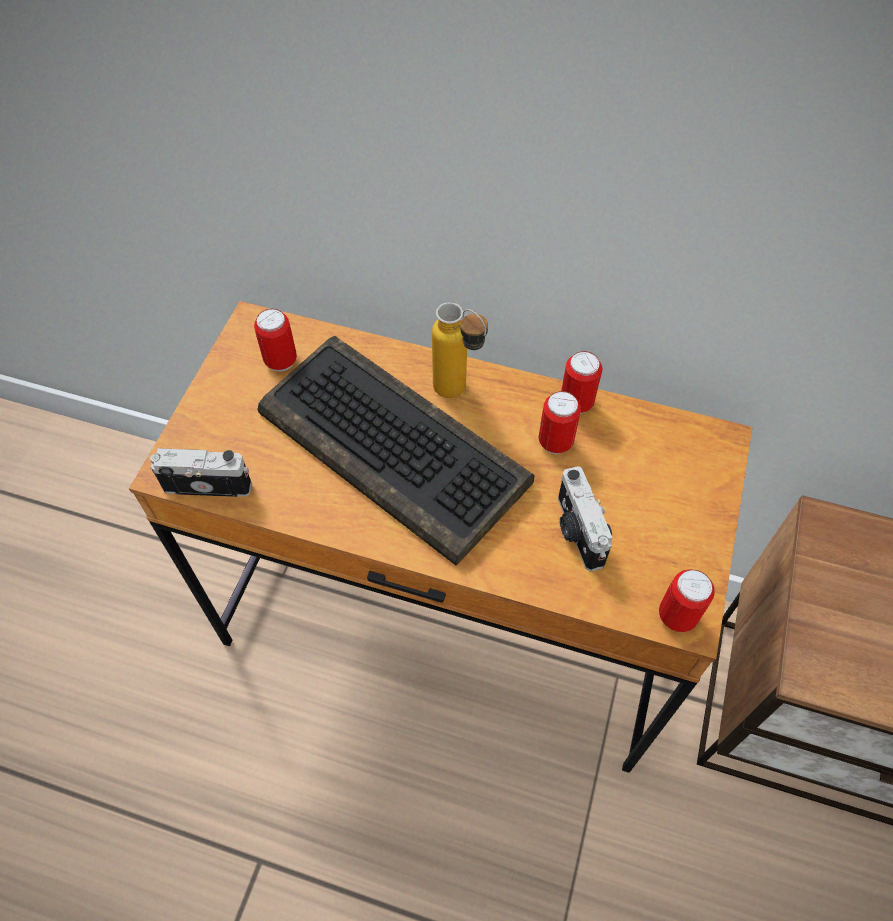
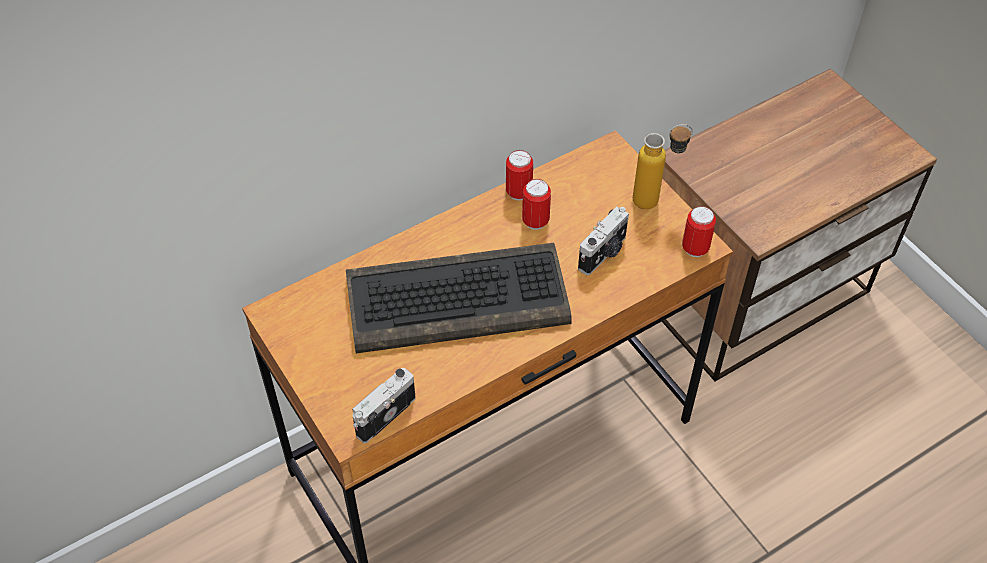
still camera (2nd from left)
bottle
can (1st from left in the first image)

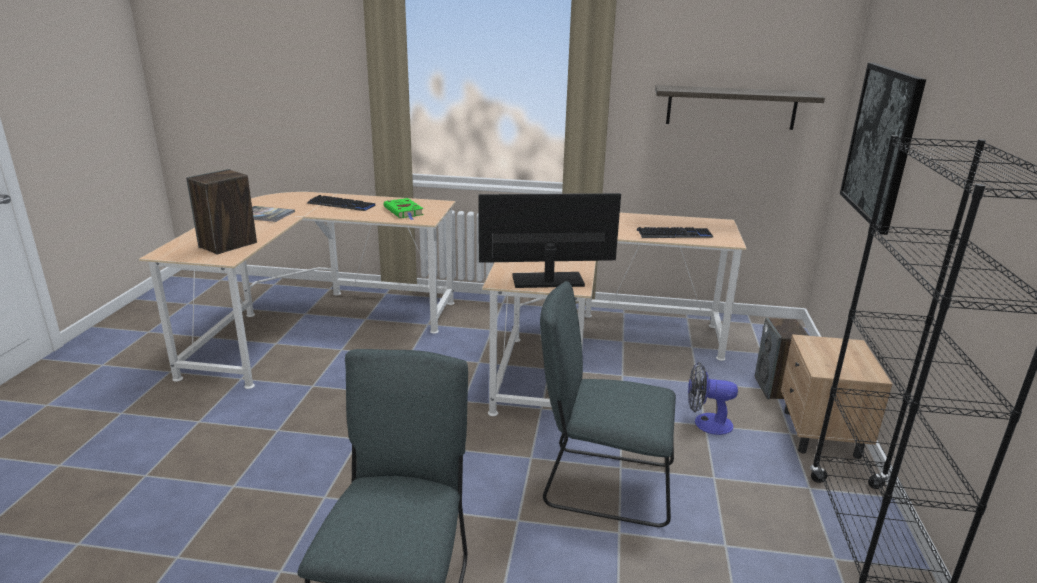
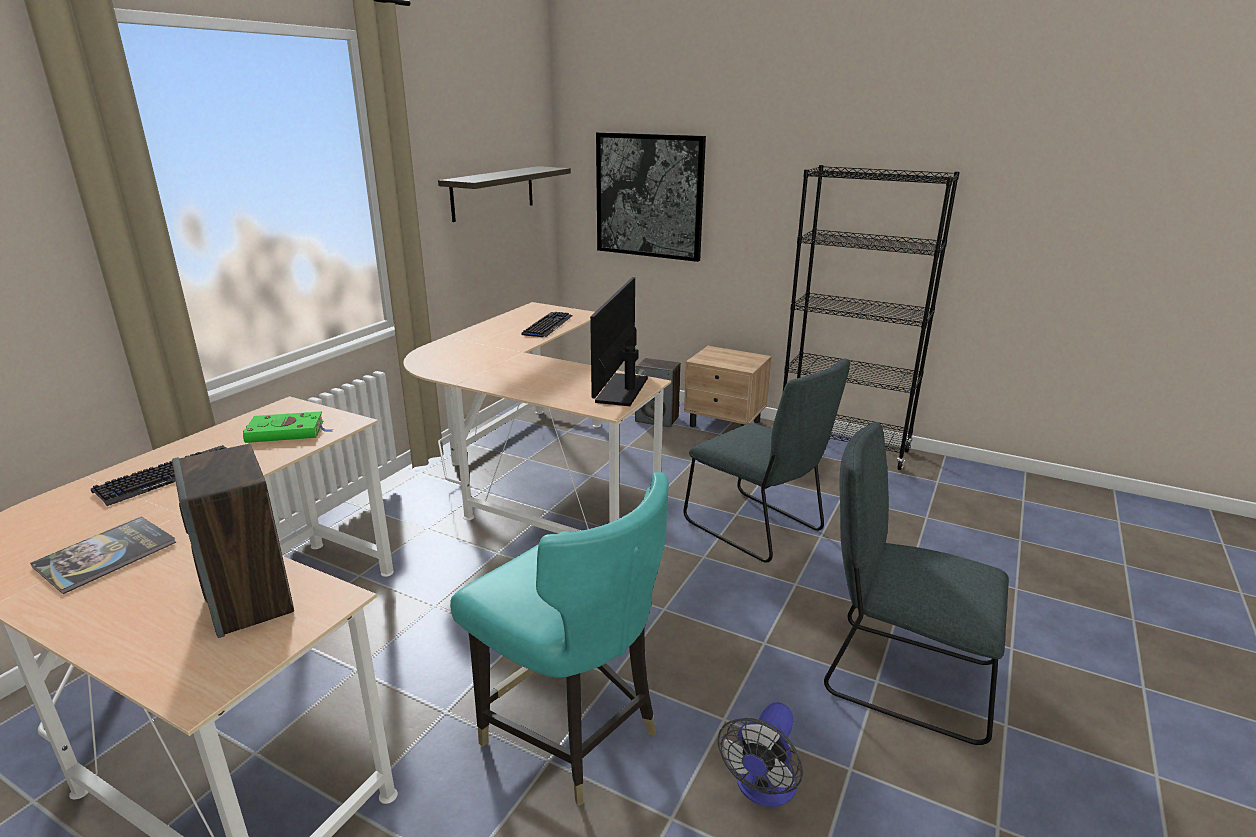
chair (blue-green)
chair (greyish) (1st from left)
cooling fan

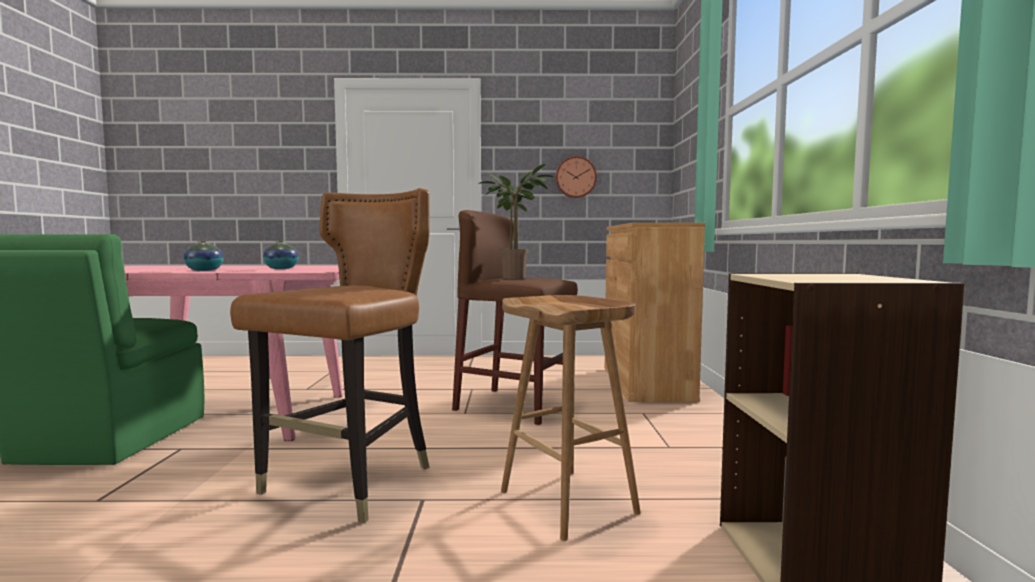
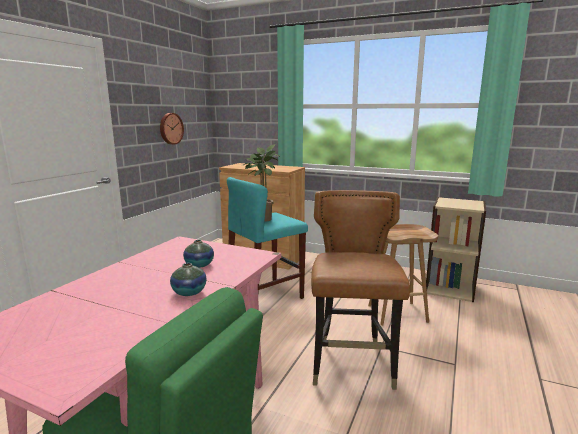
sitting stool (blue-green)
chair (brown-coloured)

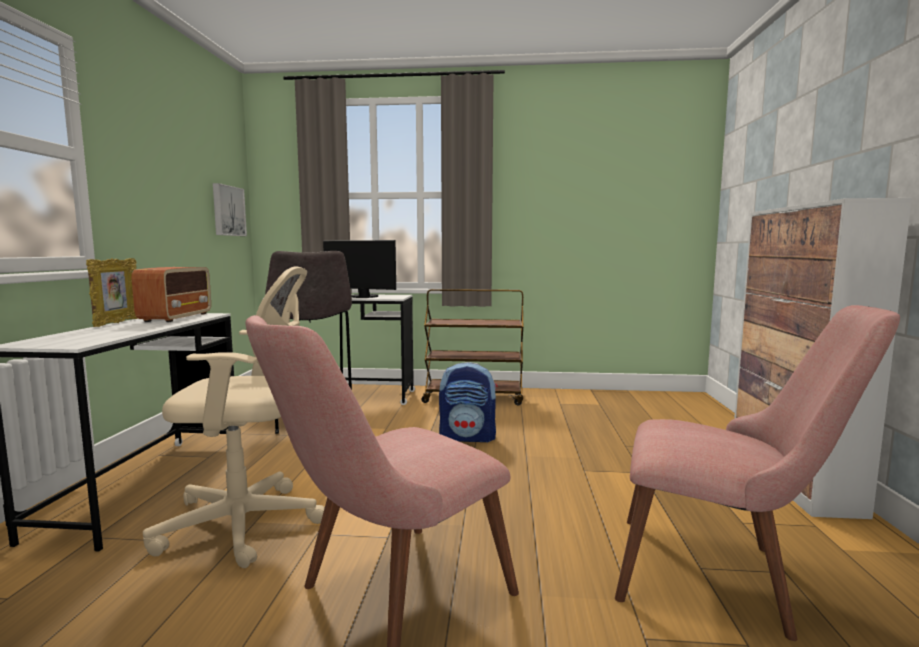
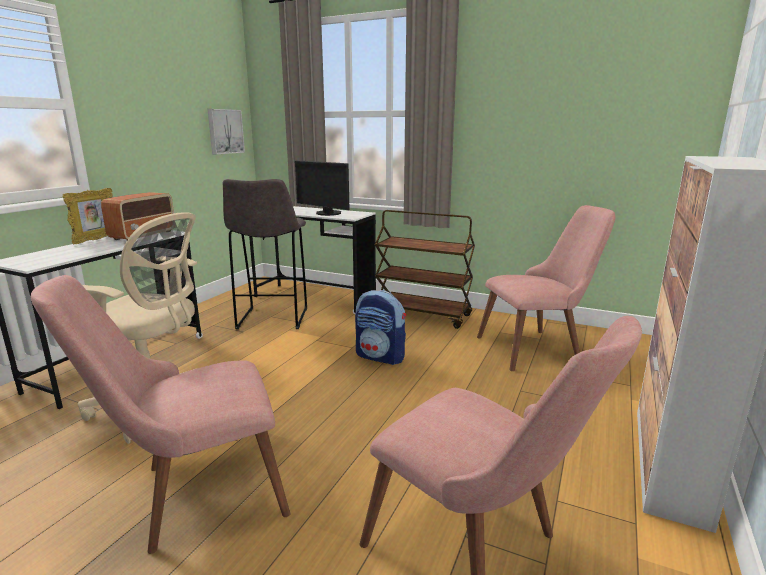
chair (pink) (3rd from left)

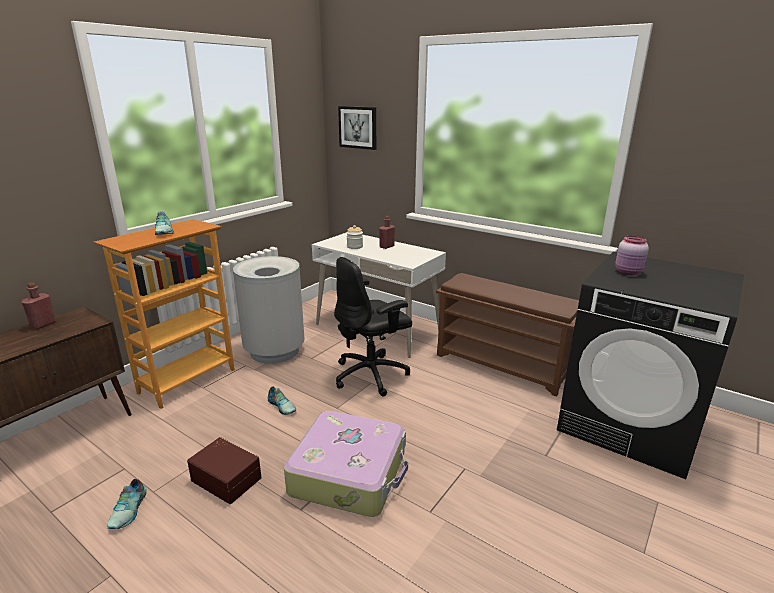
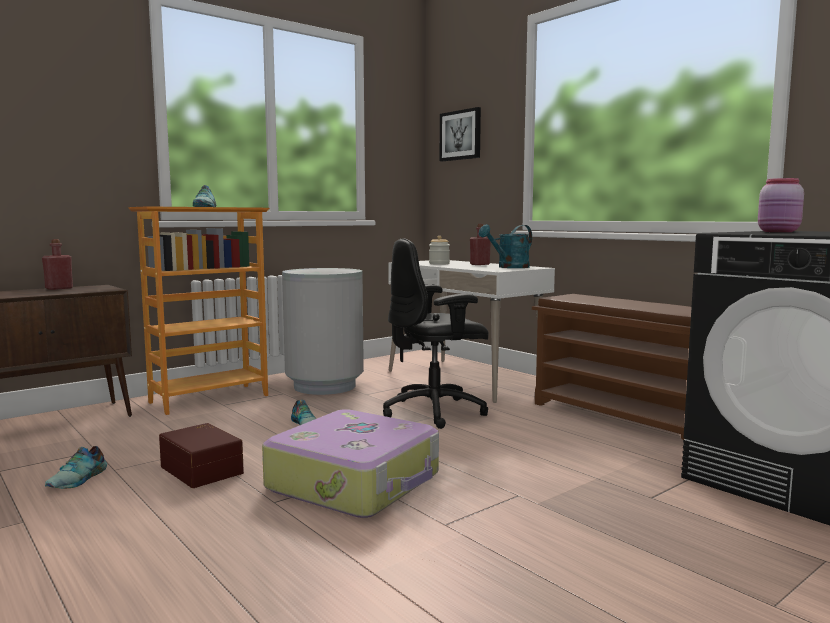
sprinkling can (blue-green)

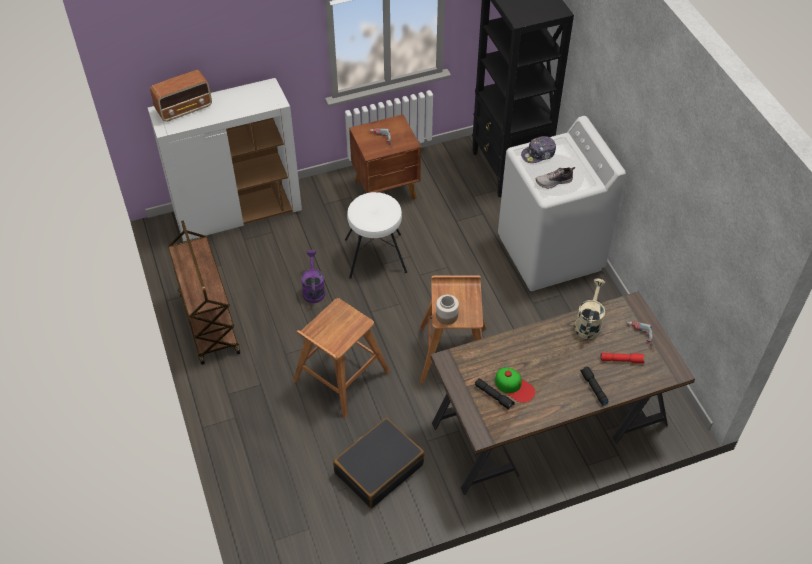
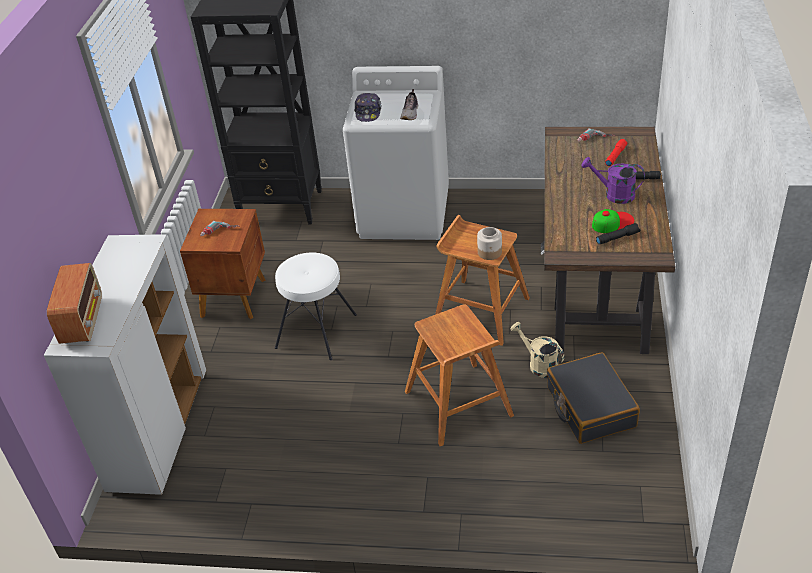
sprinkling can (beige-coloured)
sprinkling can (purplish)
cart (brown-coloured)

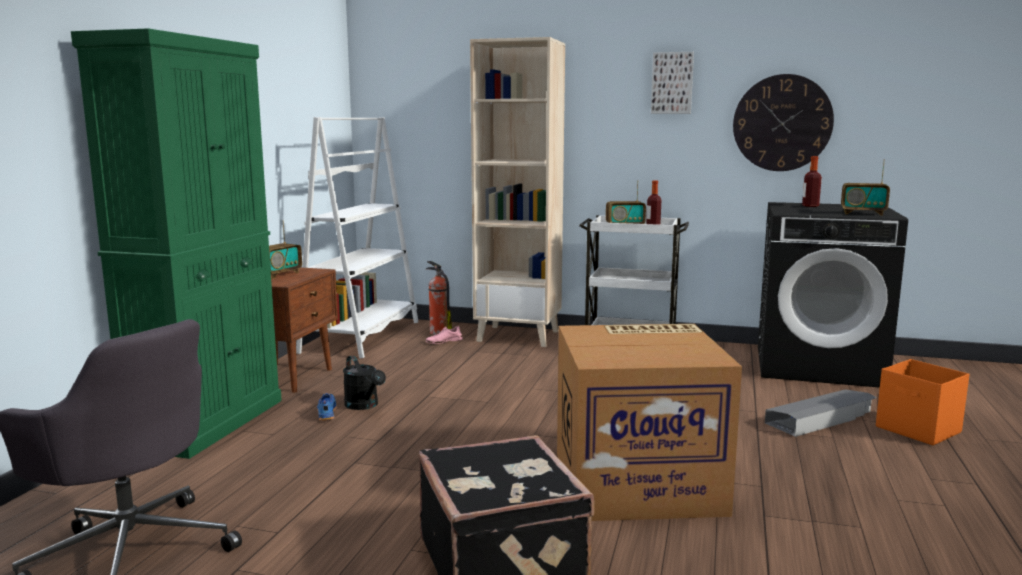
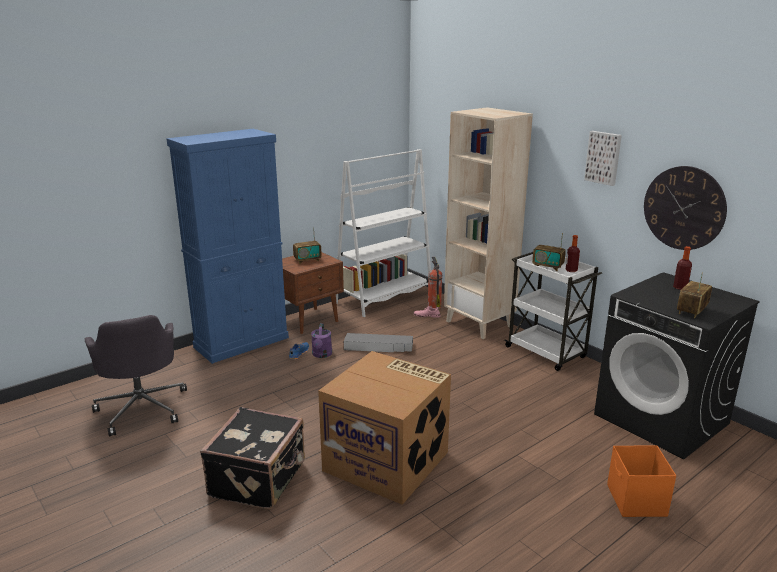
cabinet (blue-coloured)
sprinkling can (purplish)
storage container (greyish)
radio set (3rd from left)

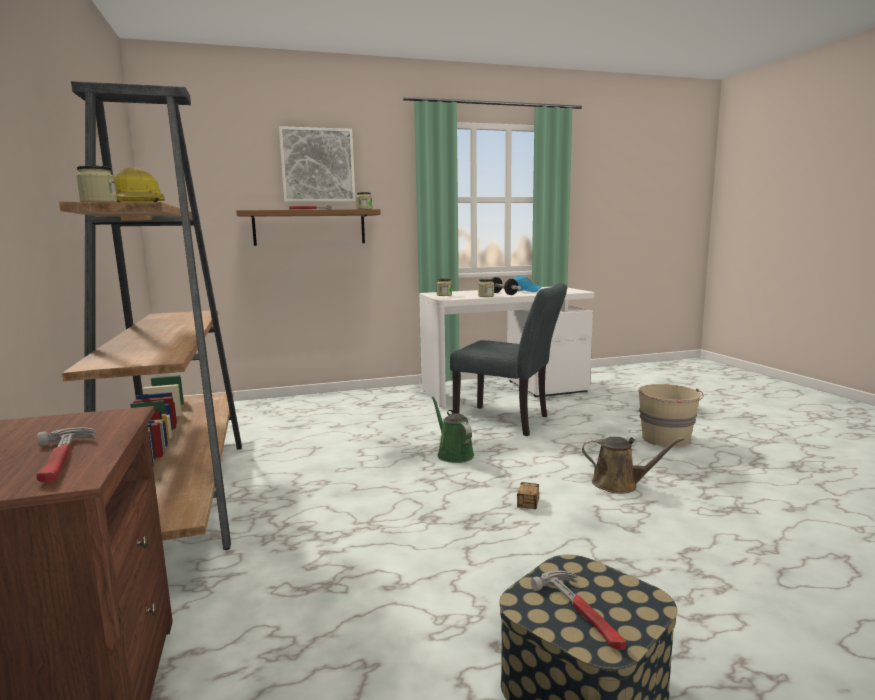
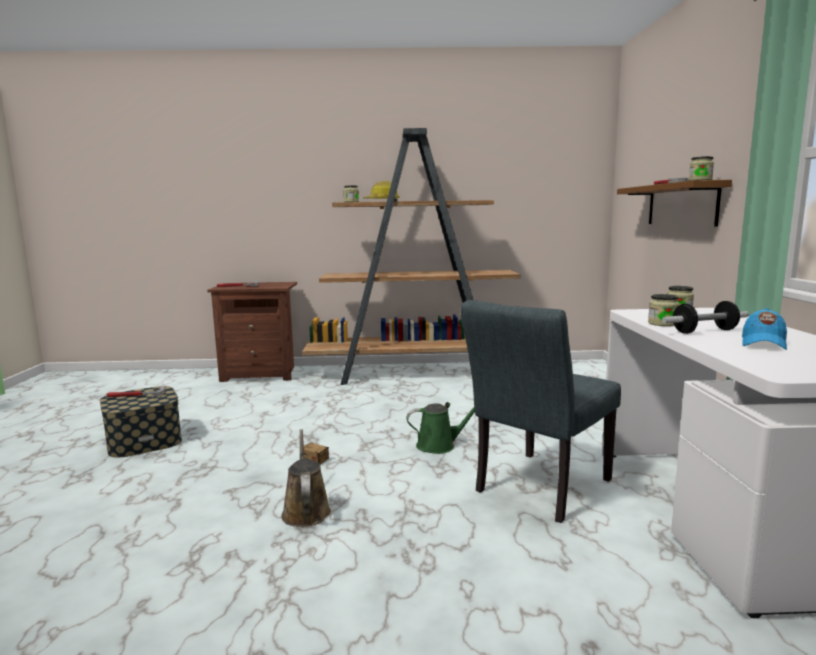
sprinkling can (brown-coloured)
wall art
pail (beige-coloured)

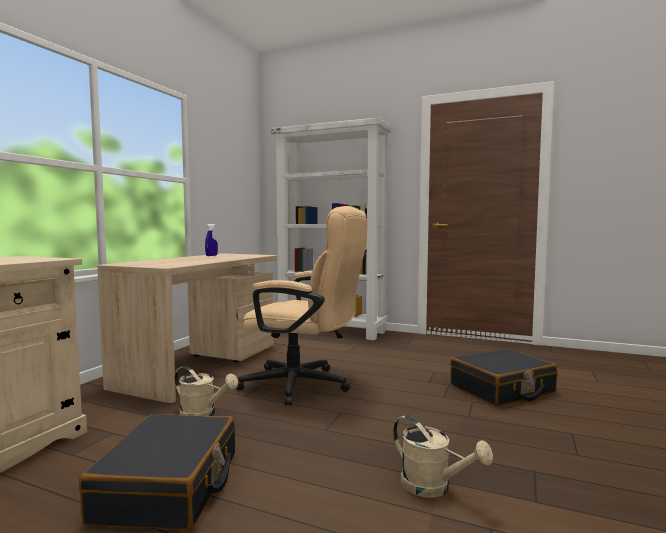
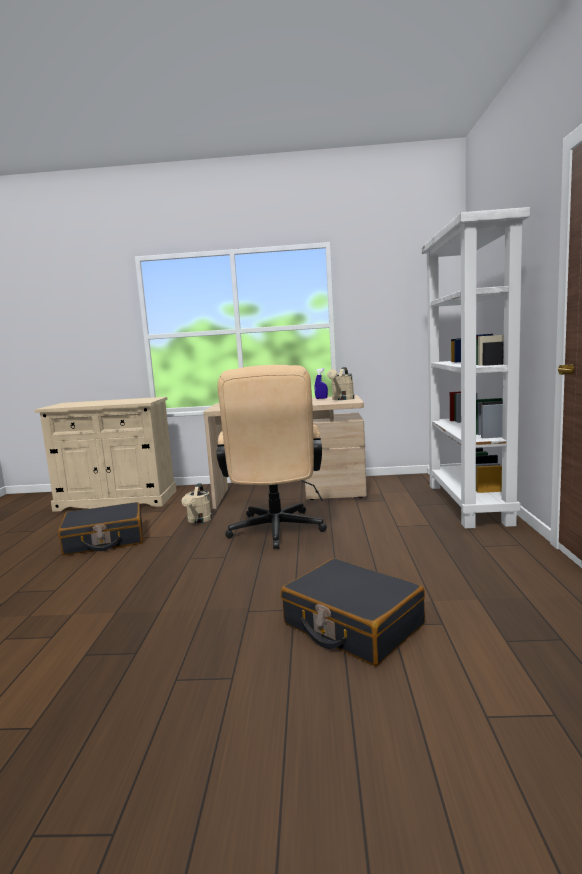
sprinkling can (beige-coloured) (2nd from left)

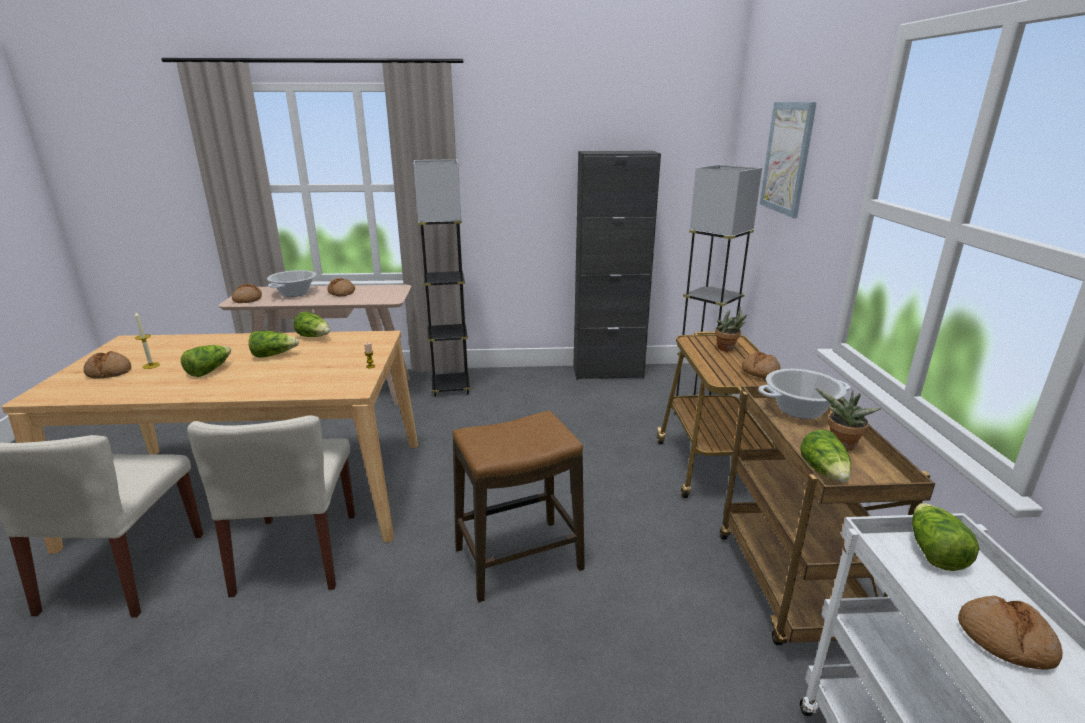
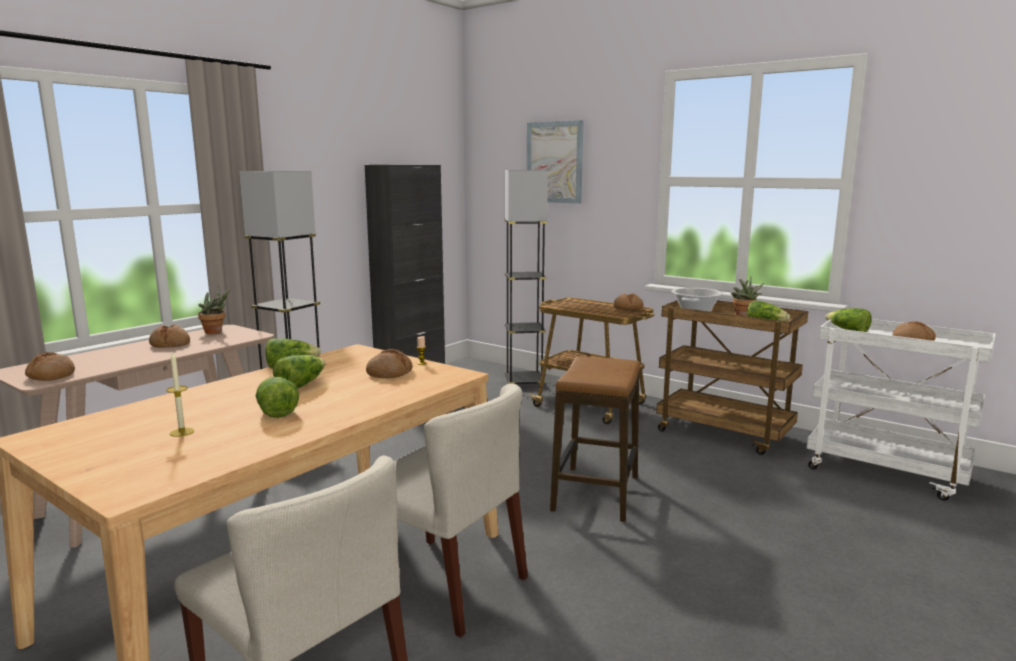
houseplant (1st from left)
baked bread (3rd from left)
stockpot (1st from left in the first image)

